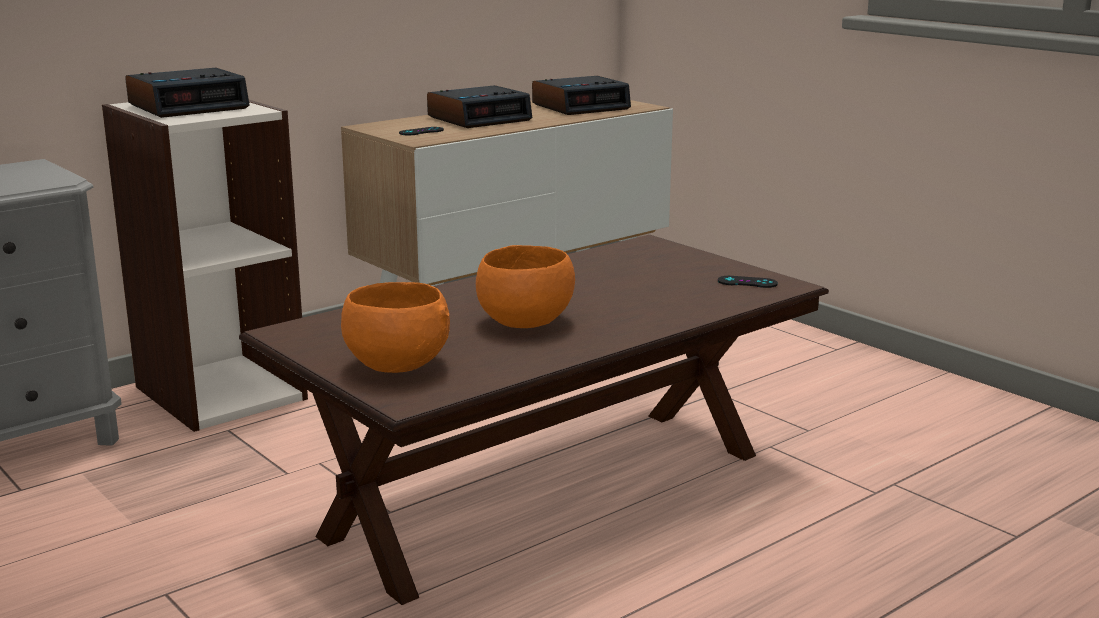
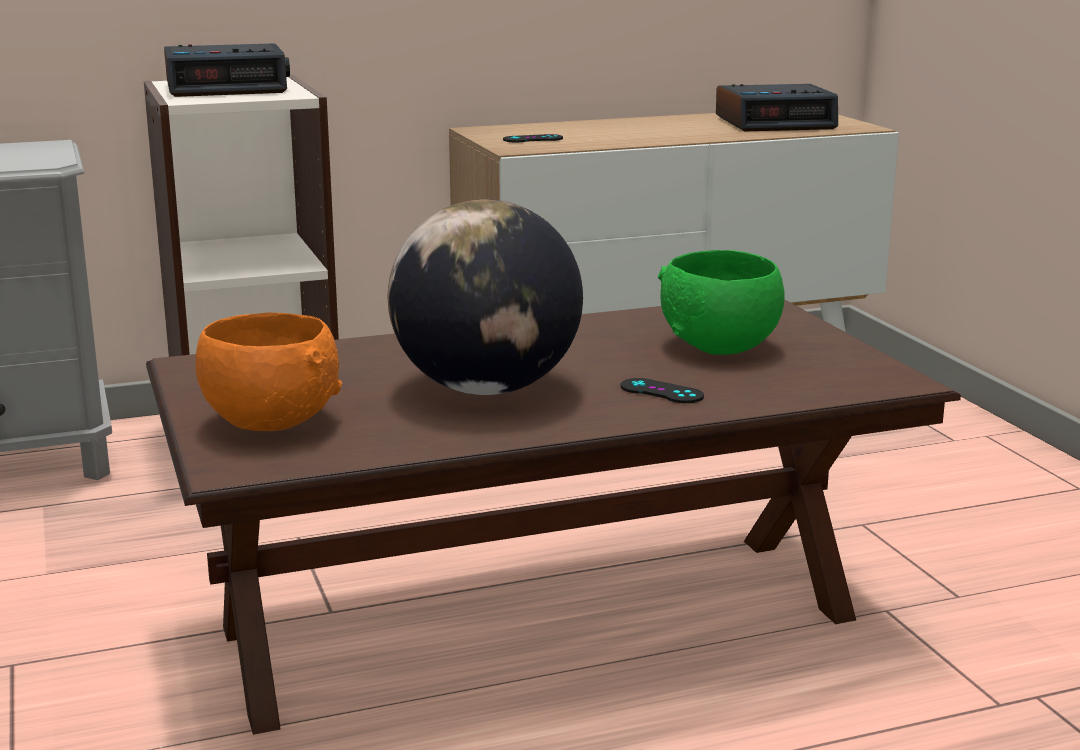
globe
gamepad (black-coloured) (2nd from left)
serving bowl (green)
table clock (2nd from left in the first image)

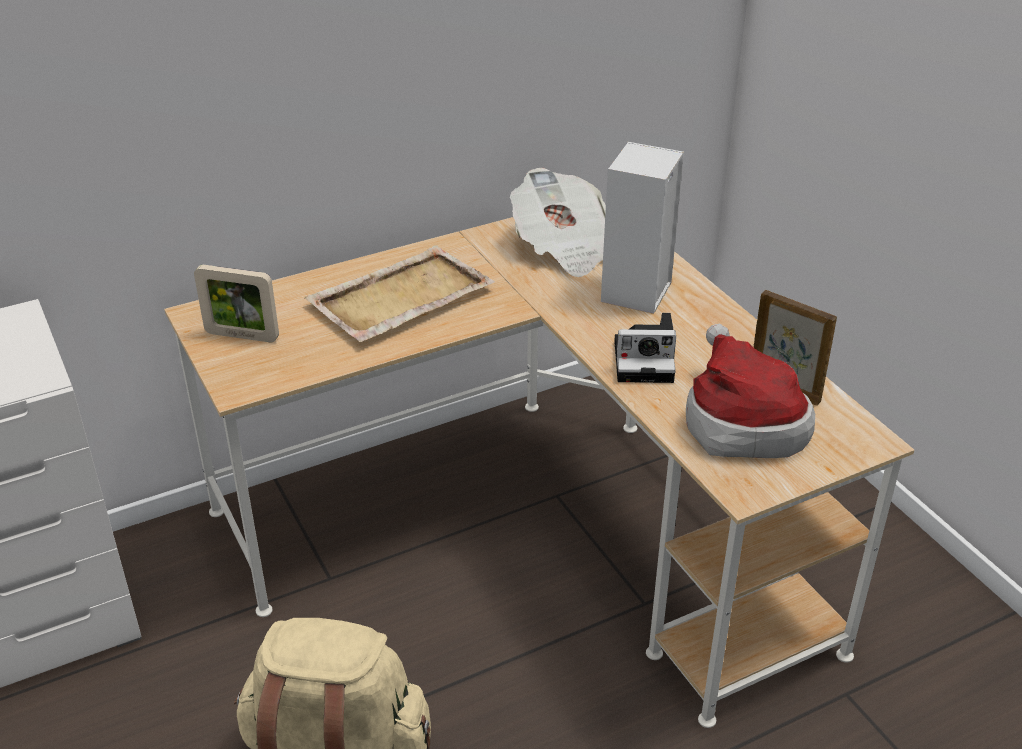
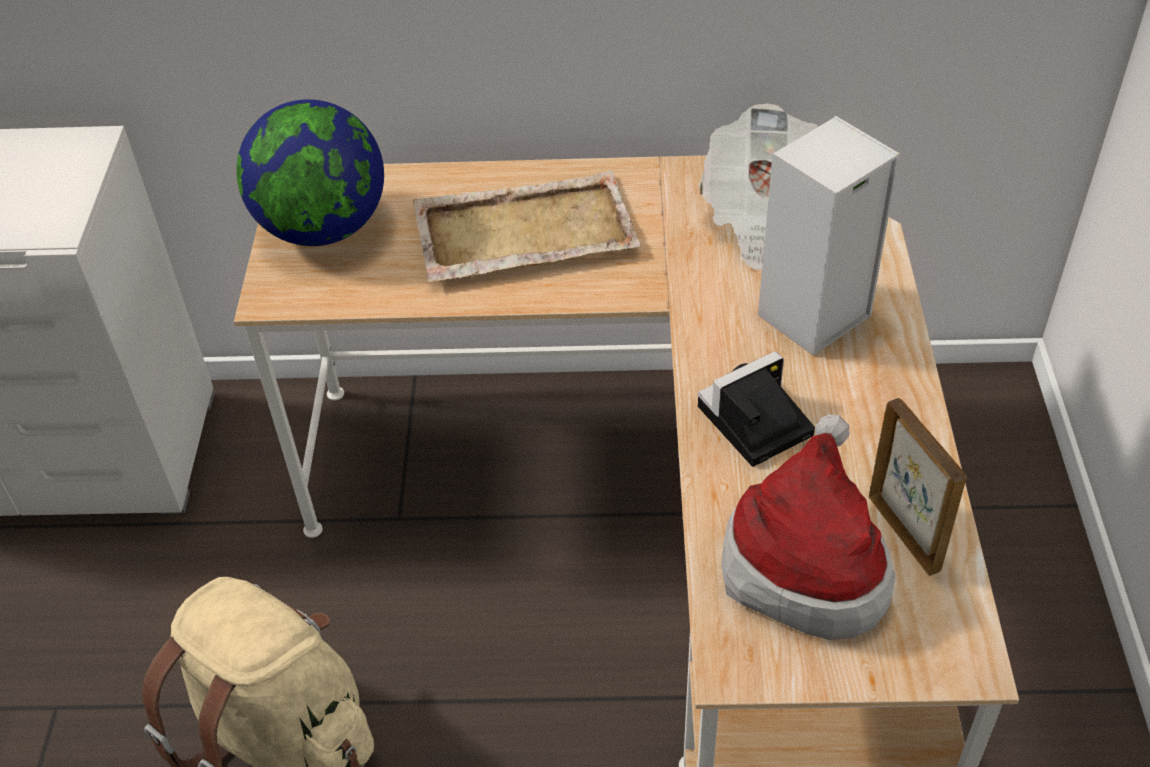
globe
still camera

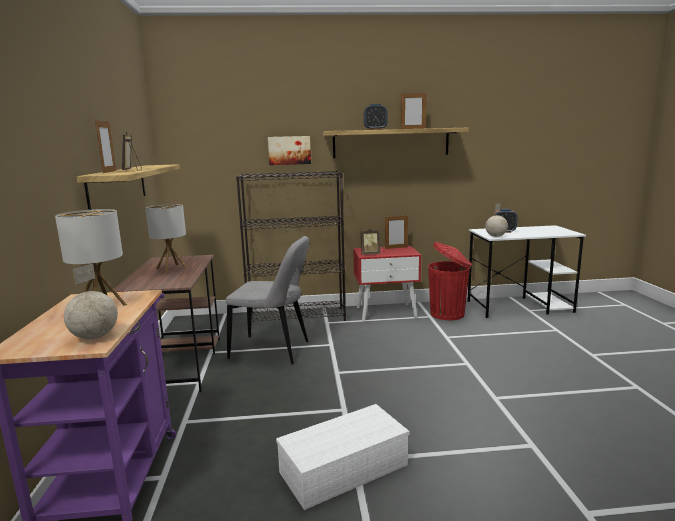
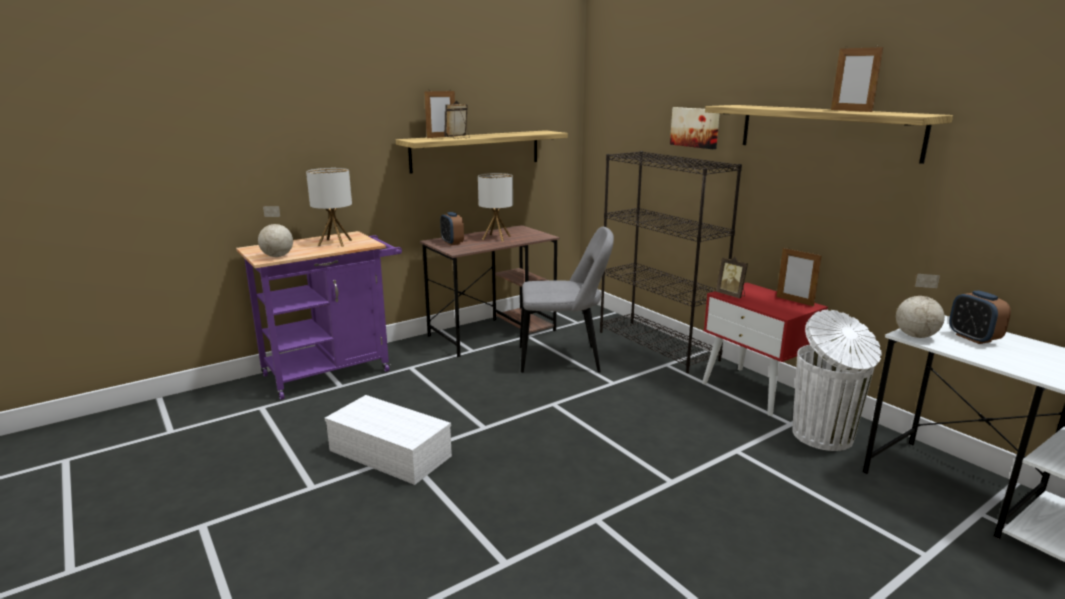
table clock (1st from left)
chair (greyish)
rubbish bin (white-coloured)

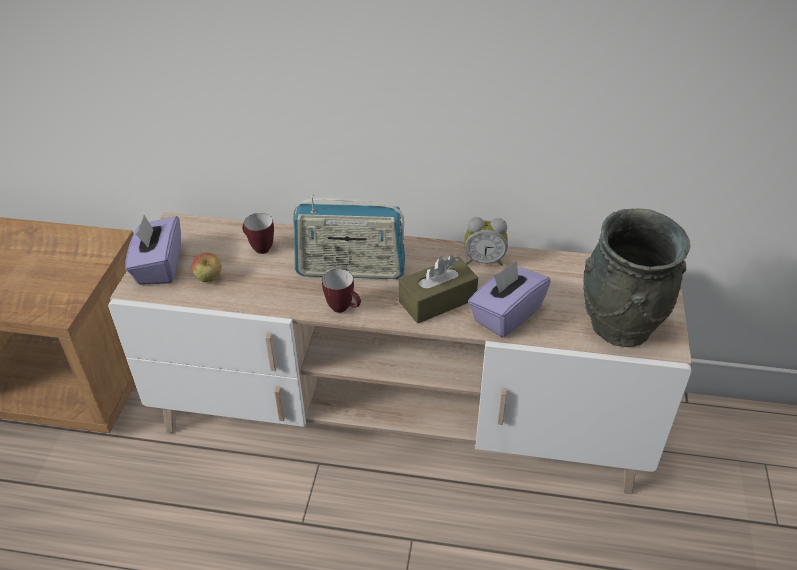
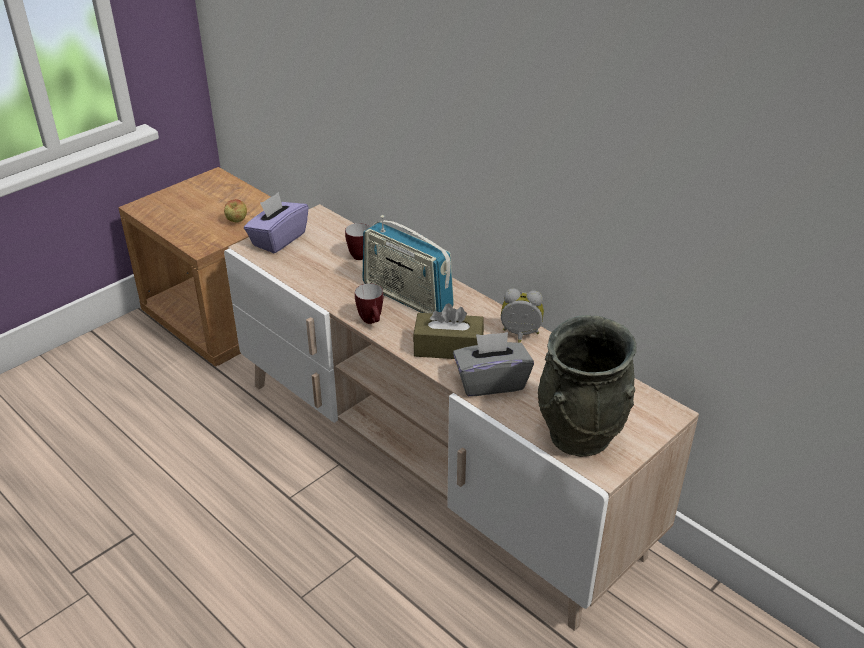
apple fruit
tissue box (greyish)
table clock

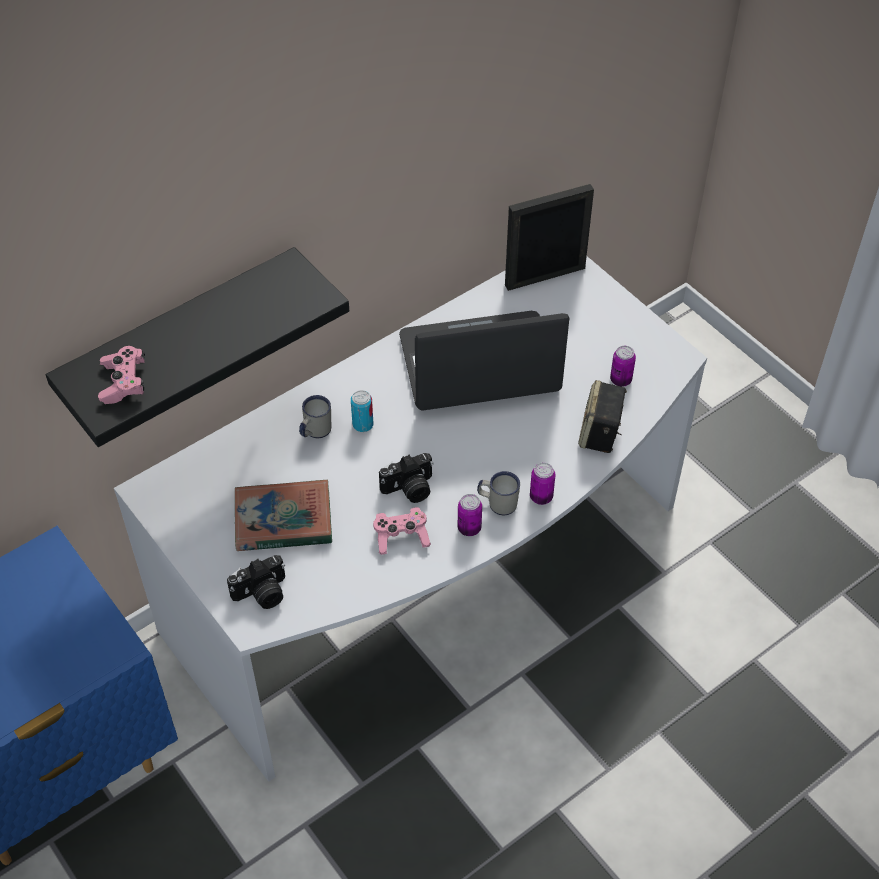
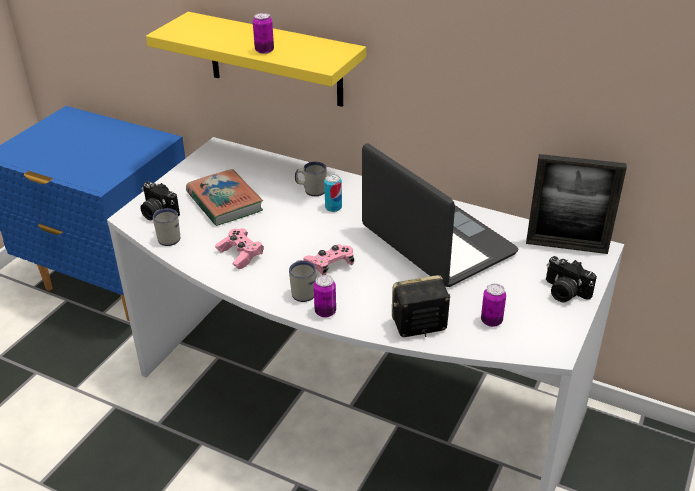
shelf (yellow-coloured)
coffee mug (white-coloured) (1st from left)
can (1st from left)
gamepad (pink) (2nd from left)
photo frame
still camera (2nd from left)

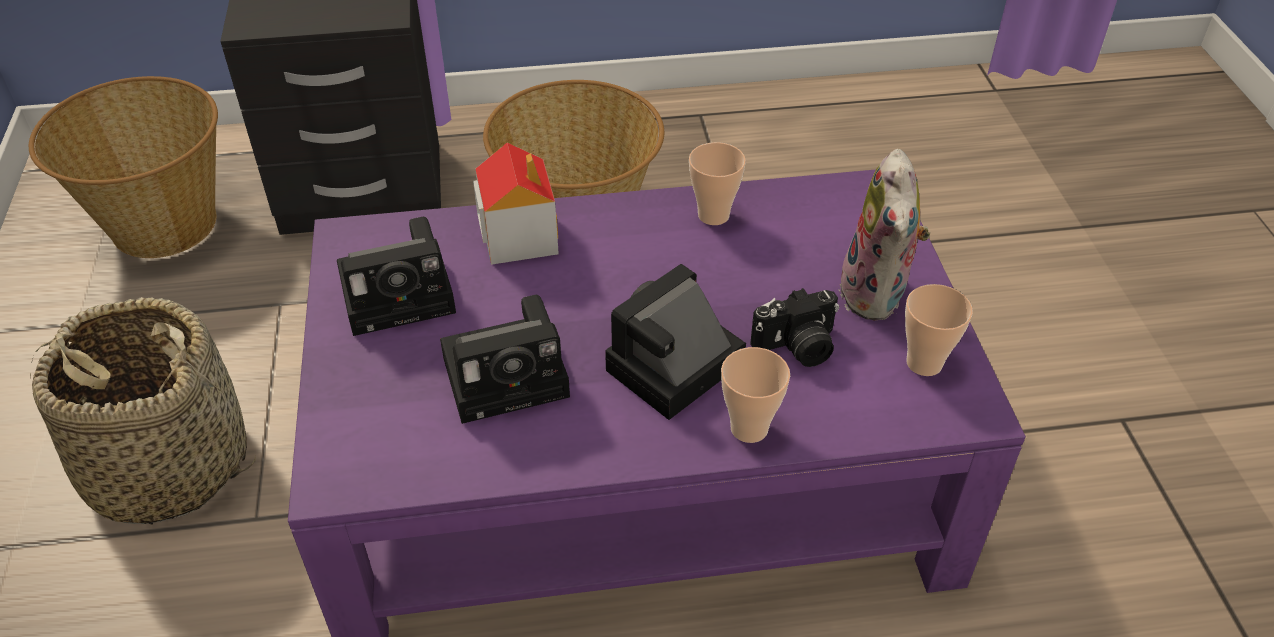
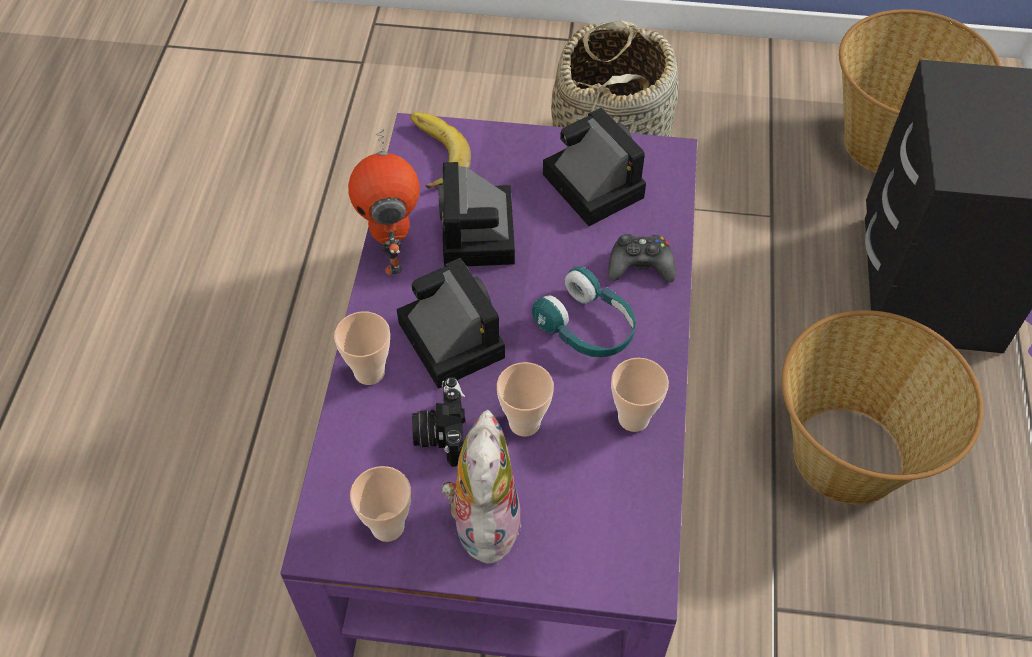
robot figure
banana fruit
cuddly toy
cup (3rd from left)
headphones (blue-green)
still camera (4th from left)
gamepad (black-coloured)

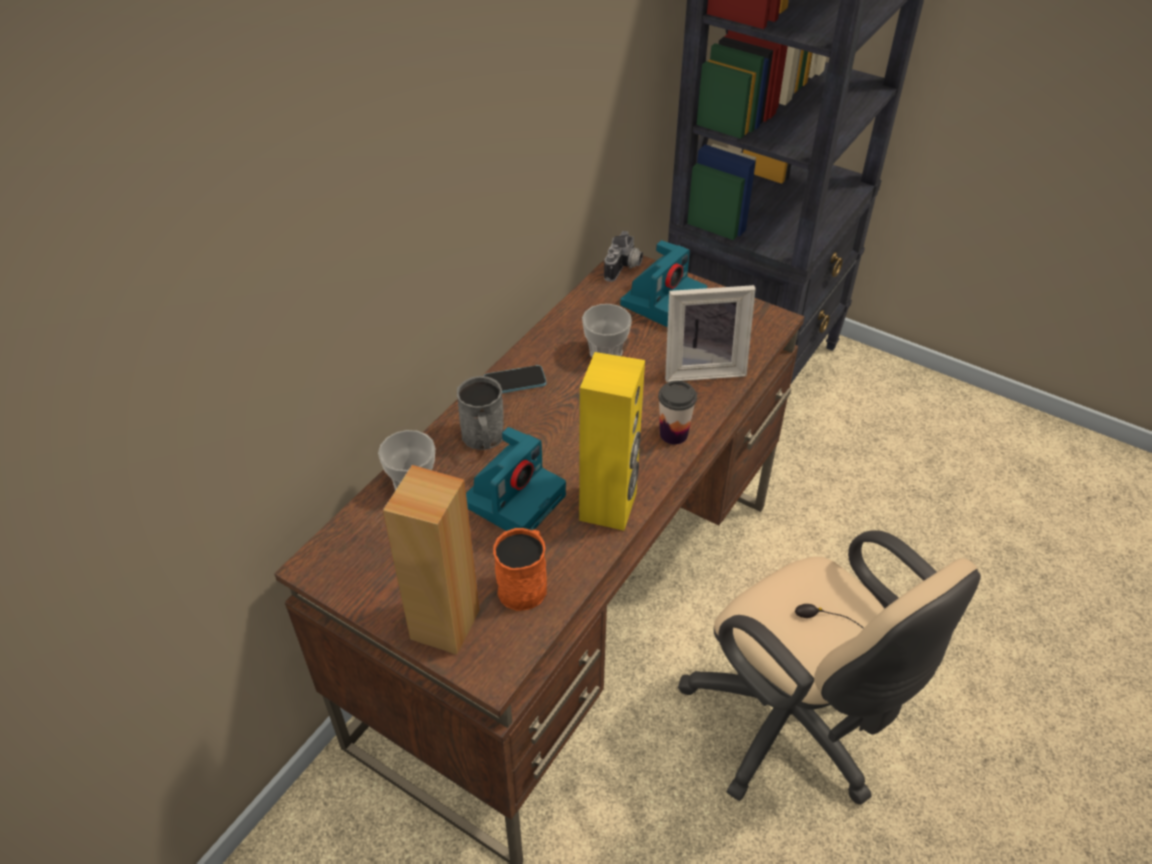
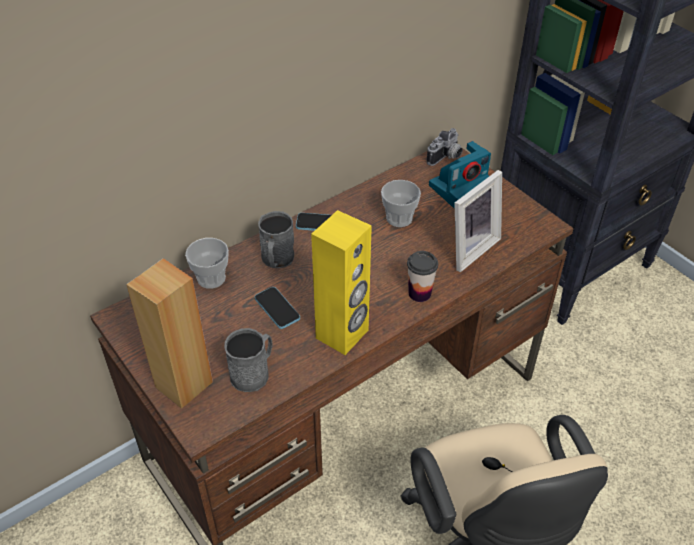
coffee mug (greyish) (1st from left)
telephone (1st from left)
photo frame

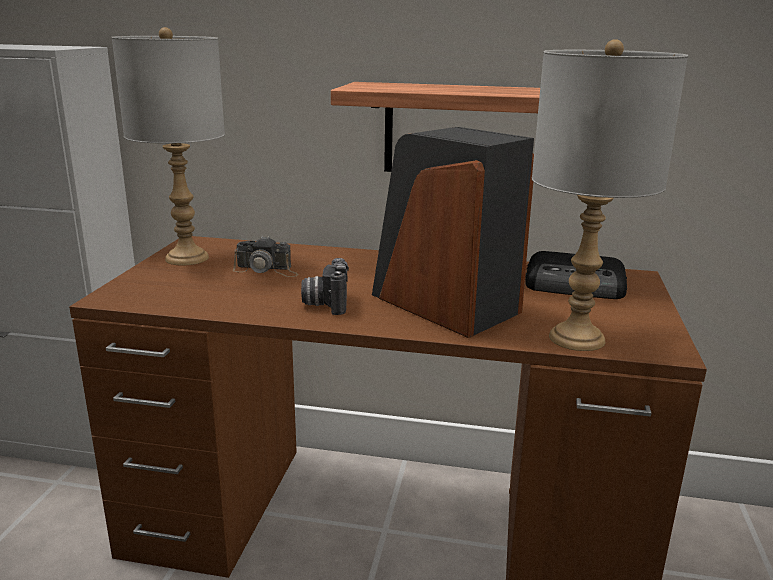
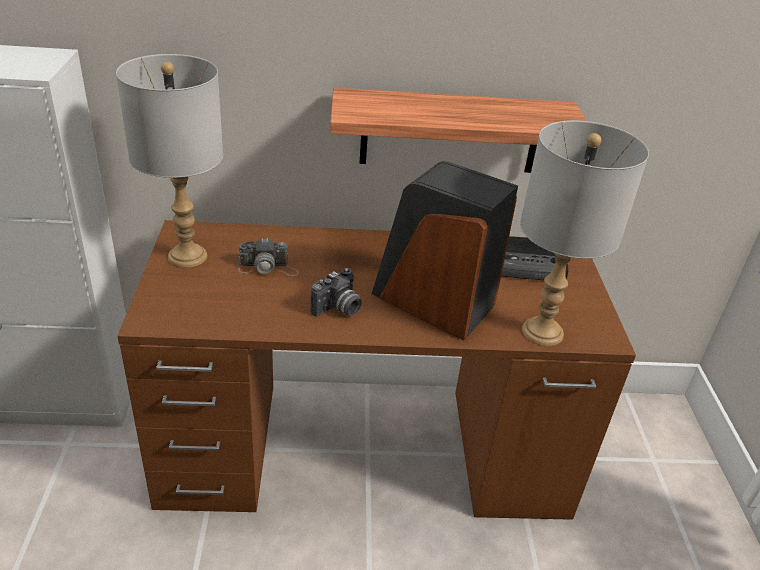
still camera (2nd from left)

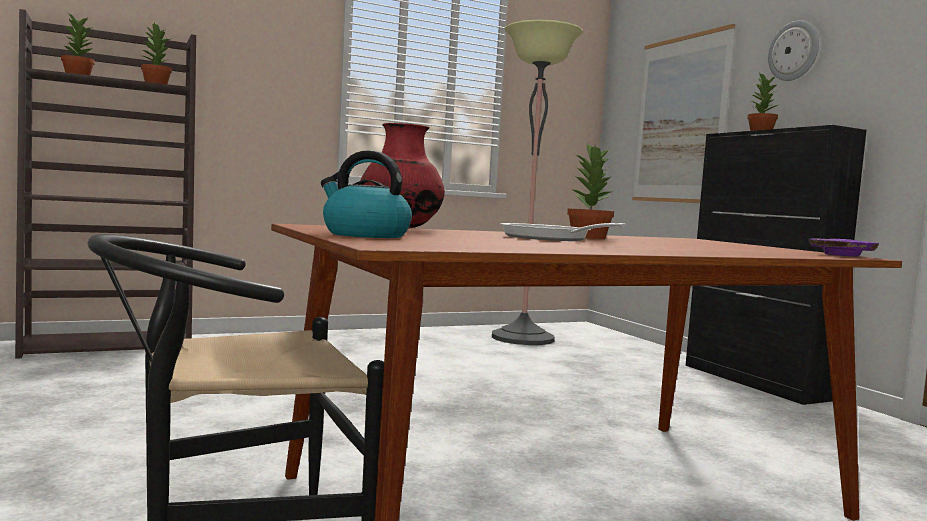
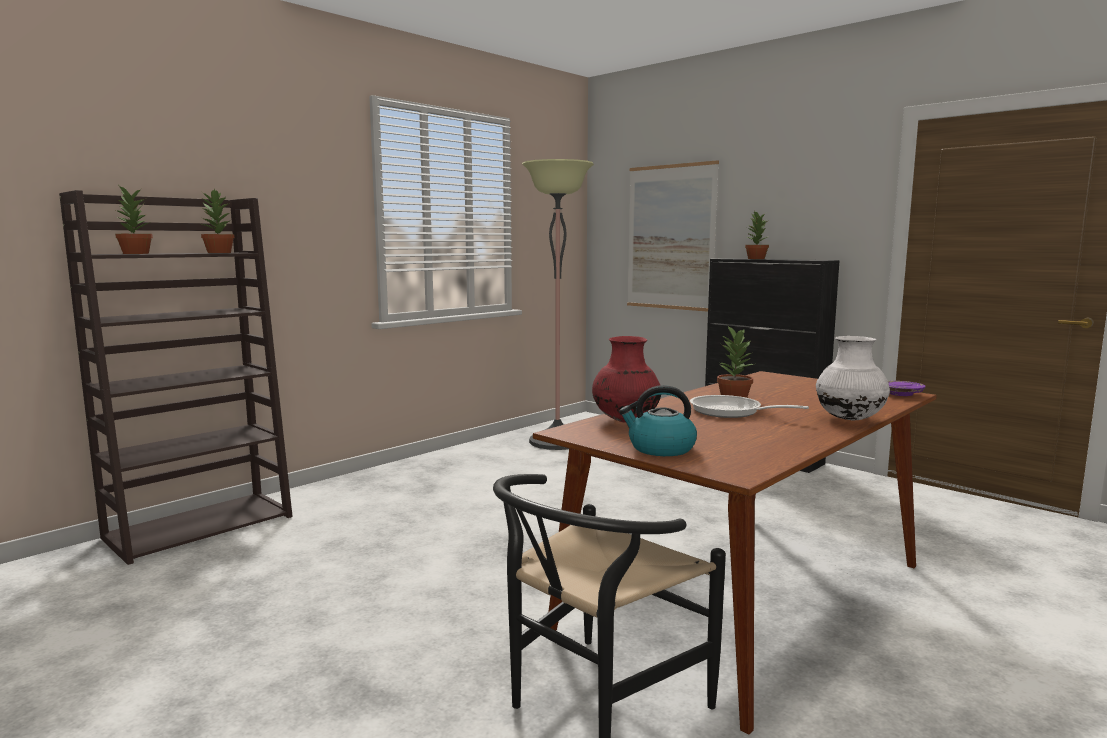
decorative vase (white-coloured)
hanging clock

